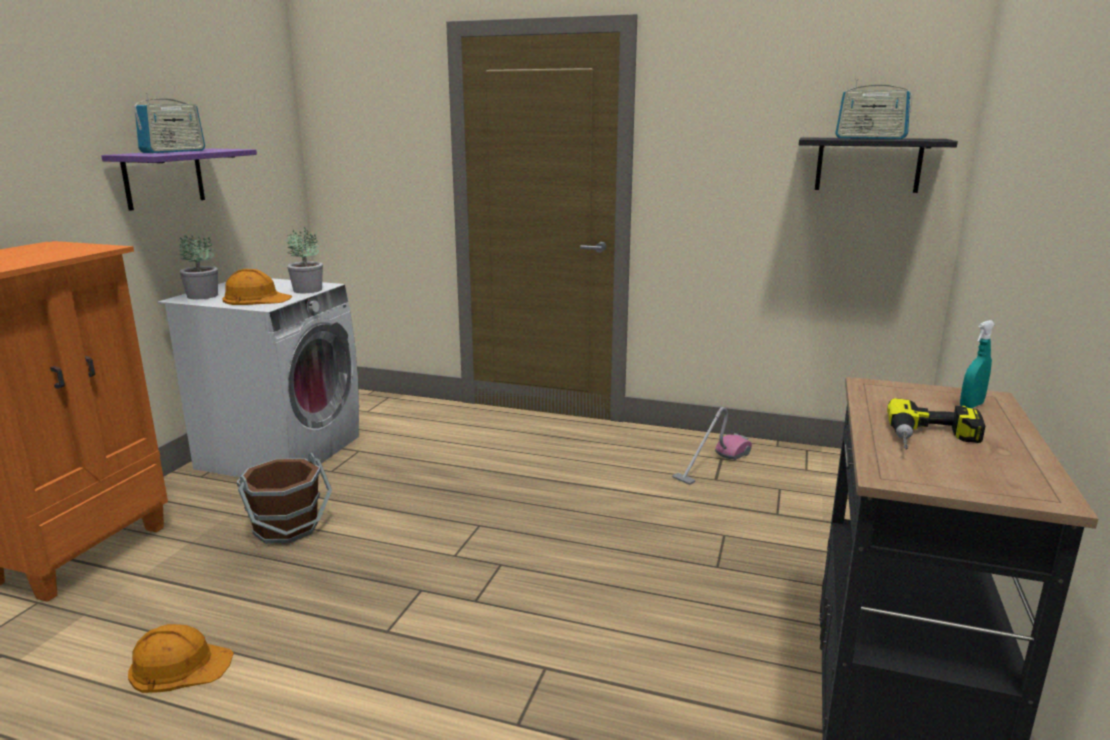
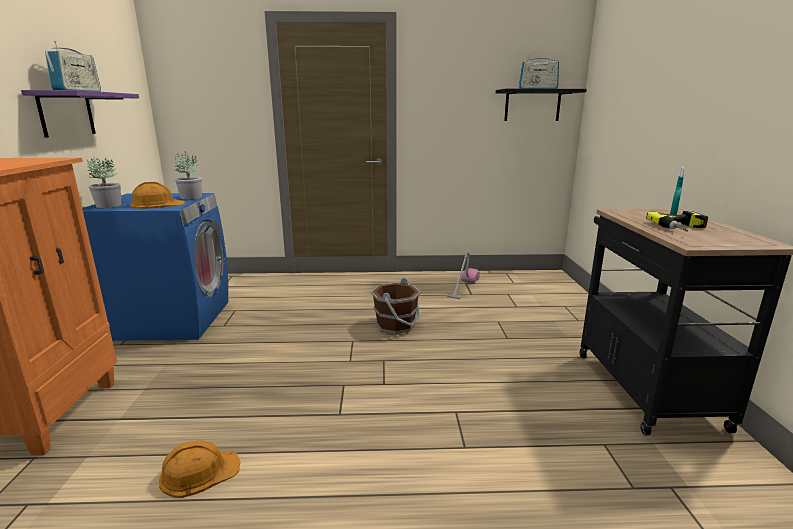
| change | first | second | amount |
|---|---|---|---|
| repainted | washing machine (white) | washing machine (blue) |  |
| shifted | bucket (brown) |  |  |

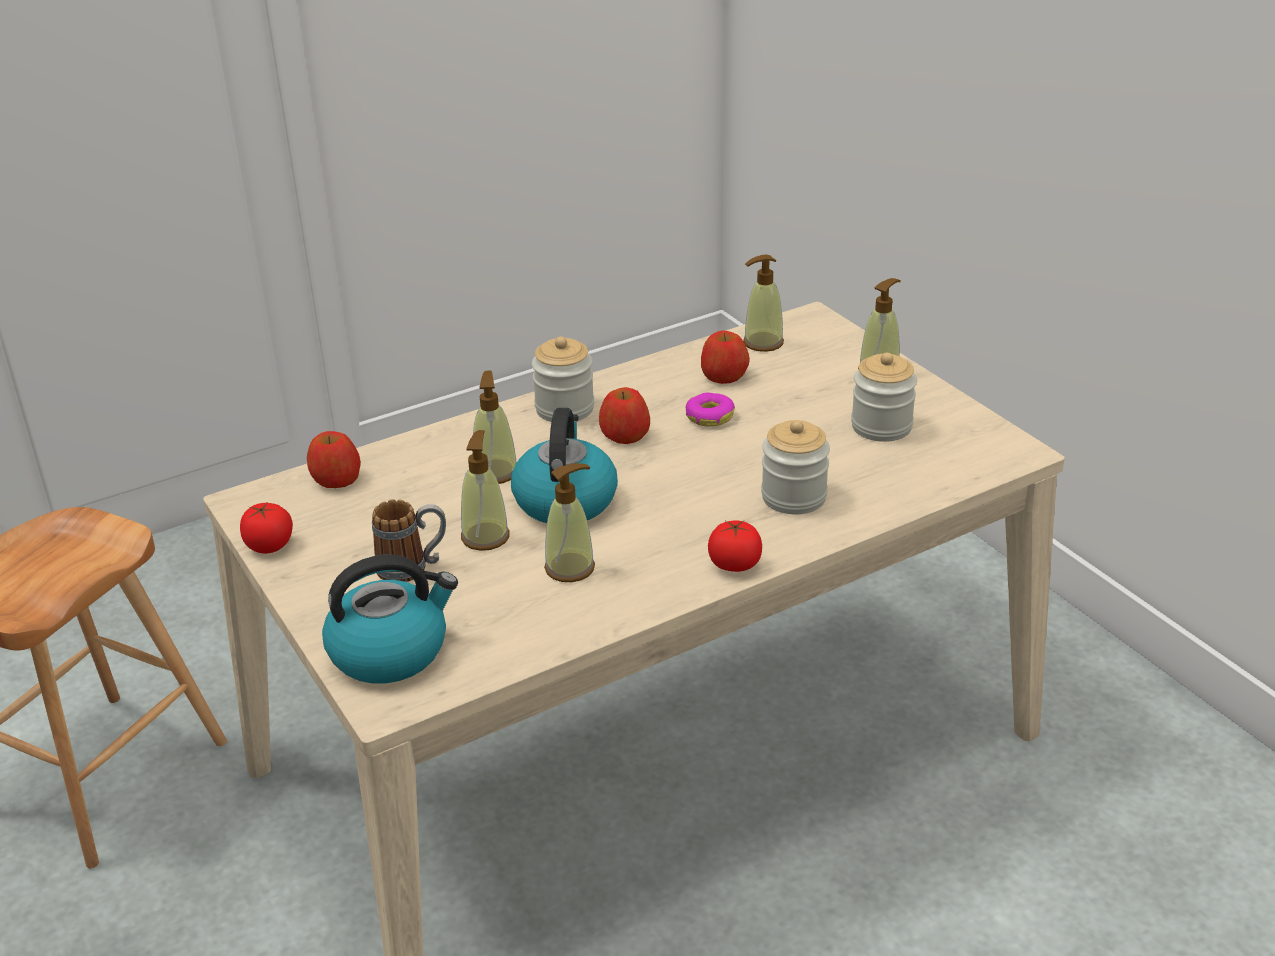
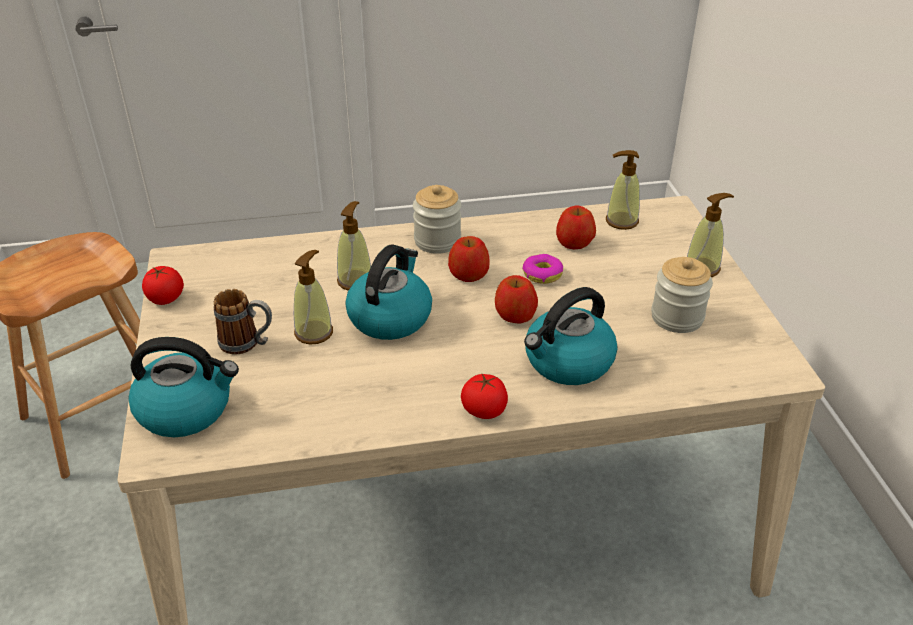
| change | first | second | amount |
|---|---|---|---|
| shifted | apple (no. 1 from left in the first image) | apple (no. 2 from left) |  |
| swapped | jar (no. 2 from left) | kettle (no. 3 from left) |  |
| gone | soap dispenser (no. 3 from left) |  |  |

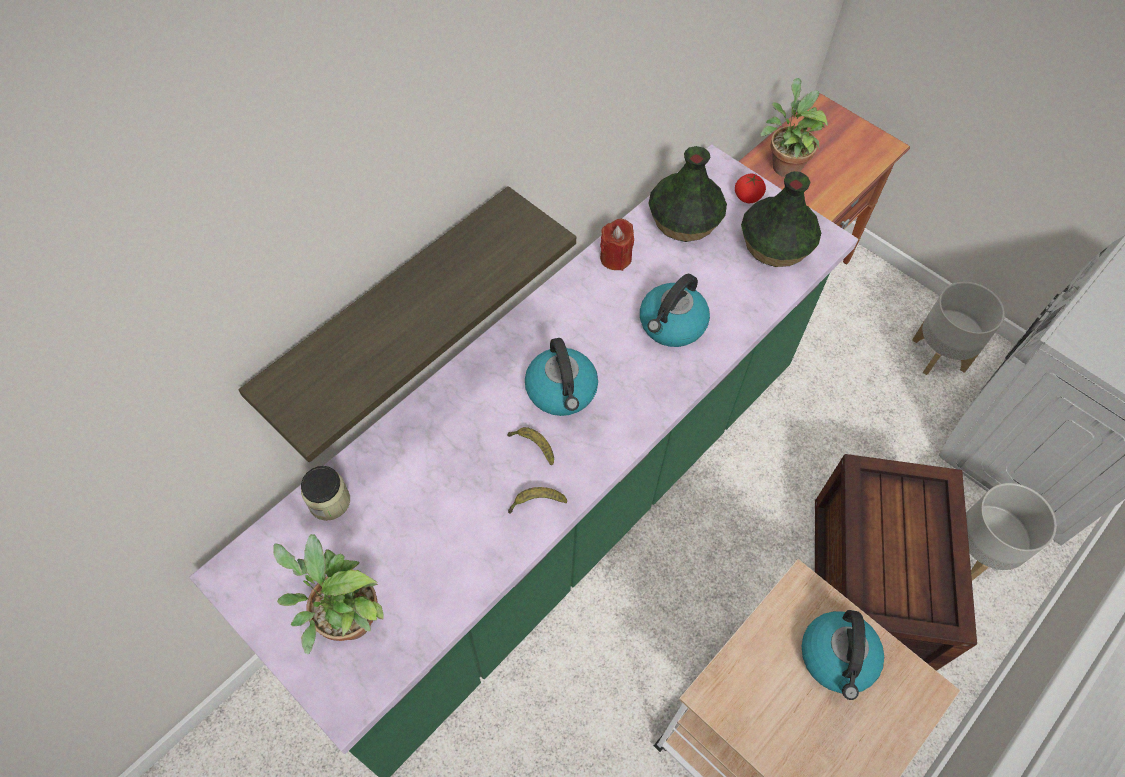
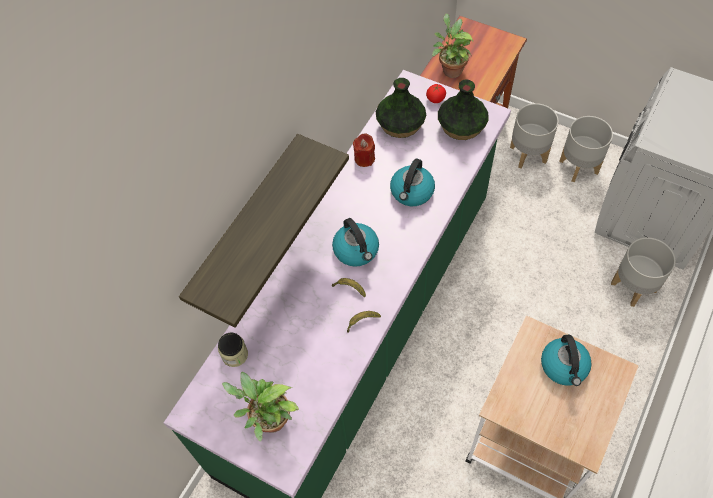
| change | first | second | amount |
|---|---|---|---|
| new |  | planter (grey) (no. 1 from left) |  |
| gone | crate |  |  |

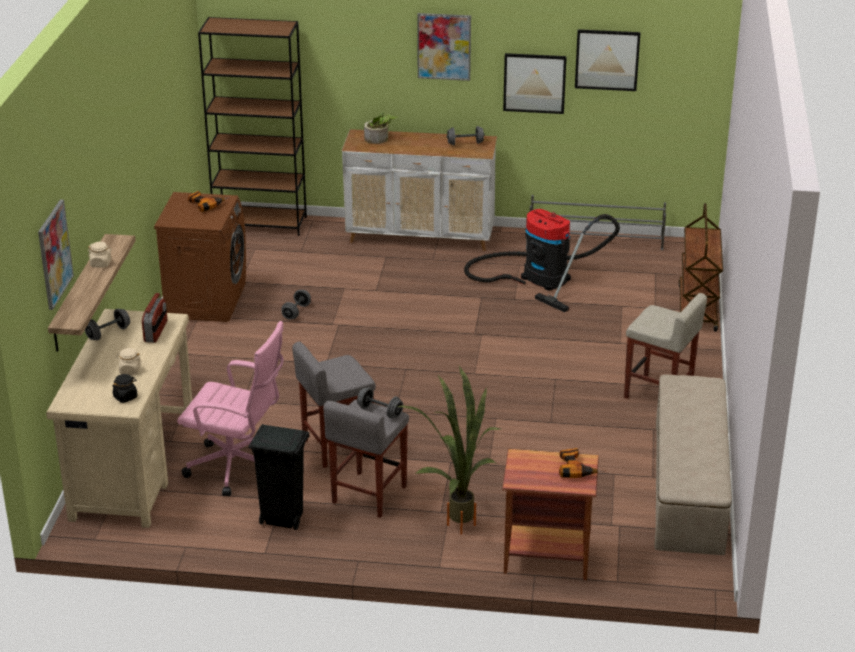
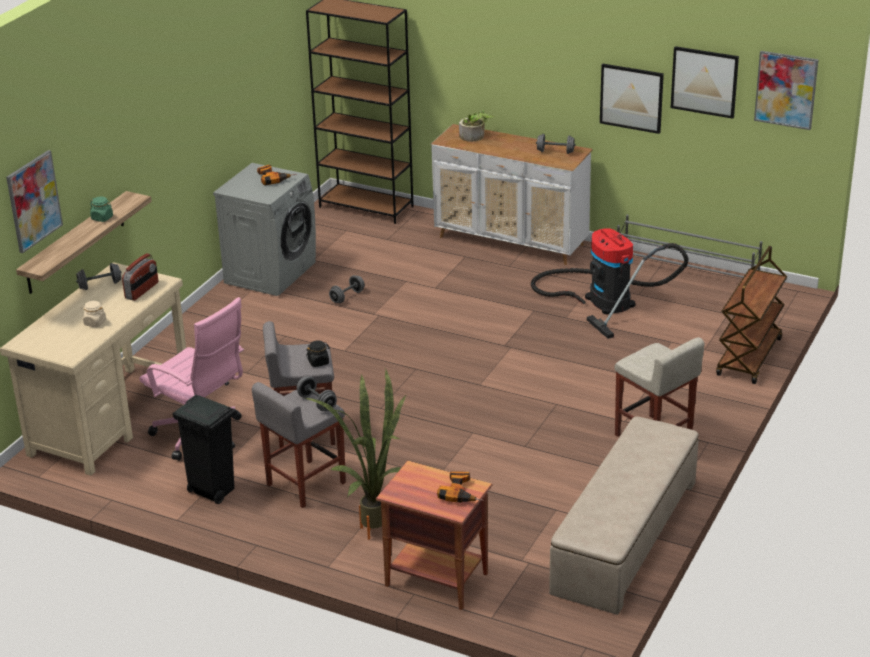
| change | first | second | amount |
|---|---|---|---|
| repainted | jar (beige) (no. 1 from left) | jar (green) |  |
| repainted | washing machine (brown) | washing machine (grey) |  |
| shifted | jar (black) |  |  |
| shifted | picture (no. 2 from left in the first image) | picture (no. 4 from left) |  |

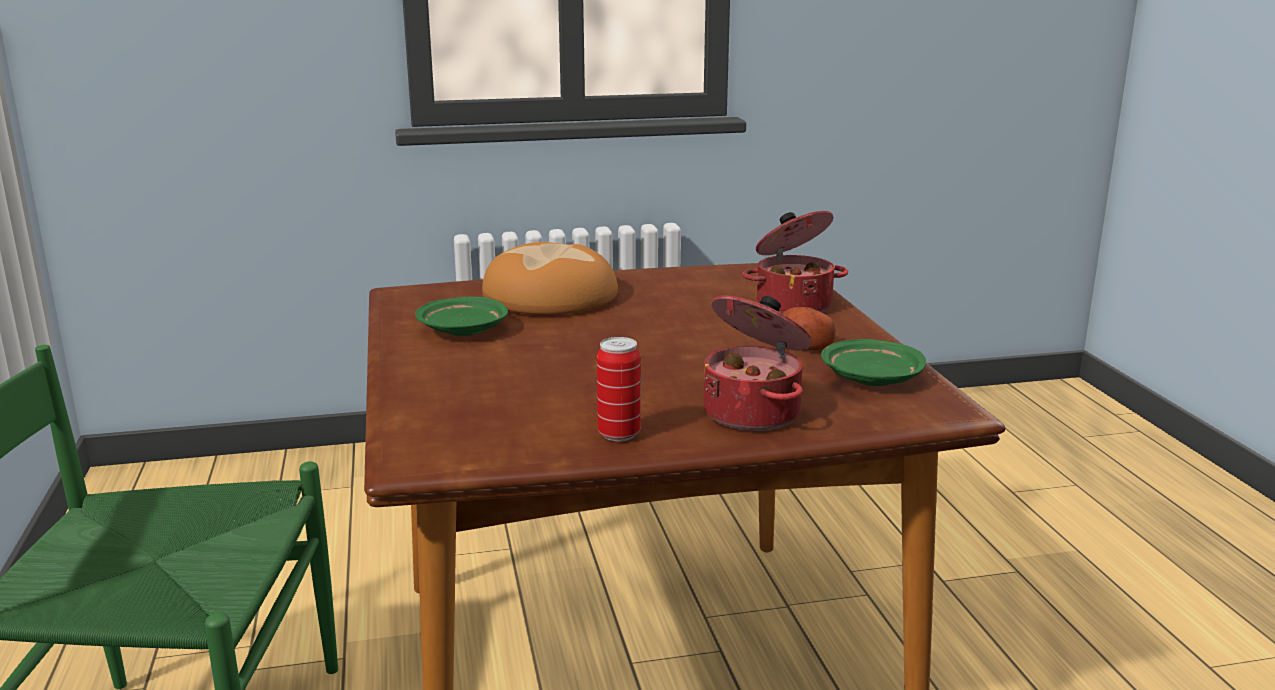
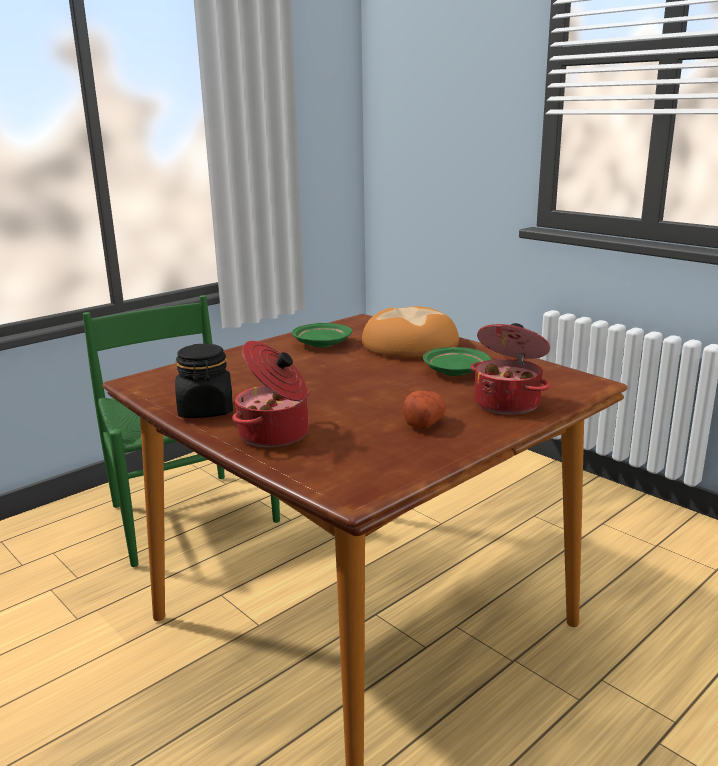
| change | first | second | amount |
|---|---|---|---|
| swapped | can | jar (black) |  |
| shifted | plate (green) (no. 2 from left) |  |  |

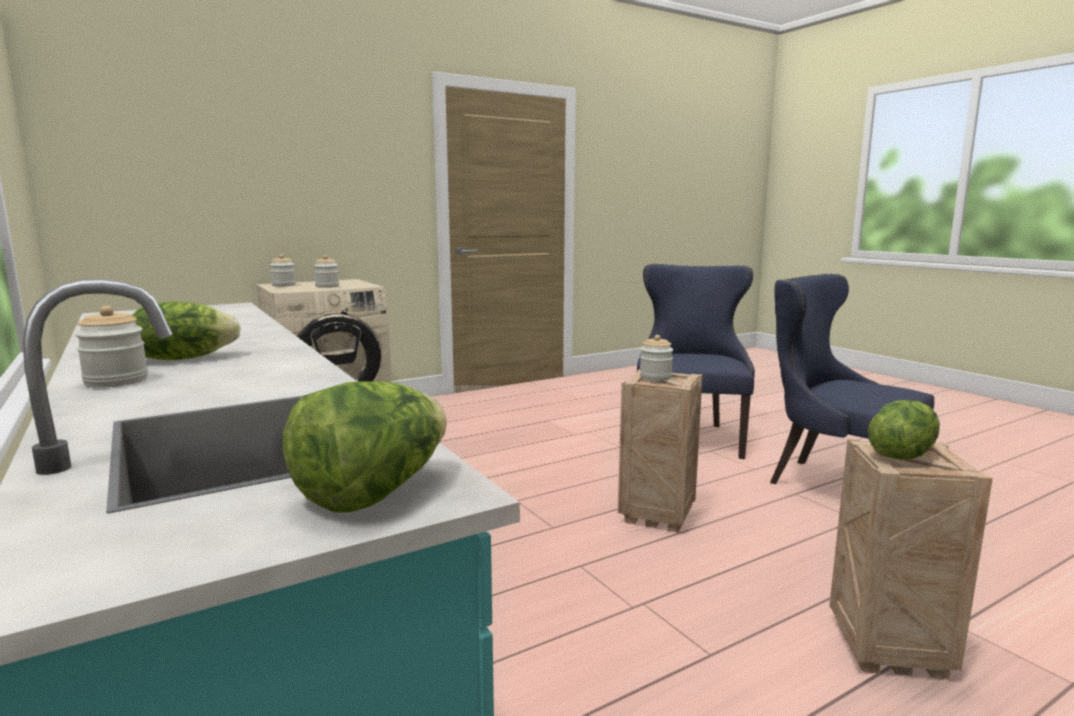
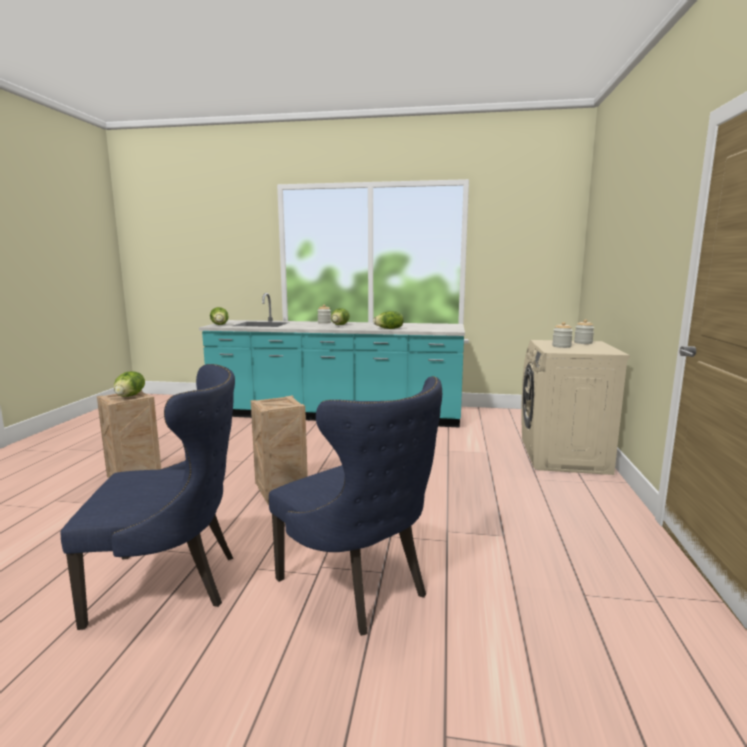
| change | first | second | amount |
|---|---|---|---|
| new |  | lettuce (no. 4 from left) |  |
| gone | jar (no. 4 from left) |  |  |

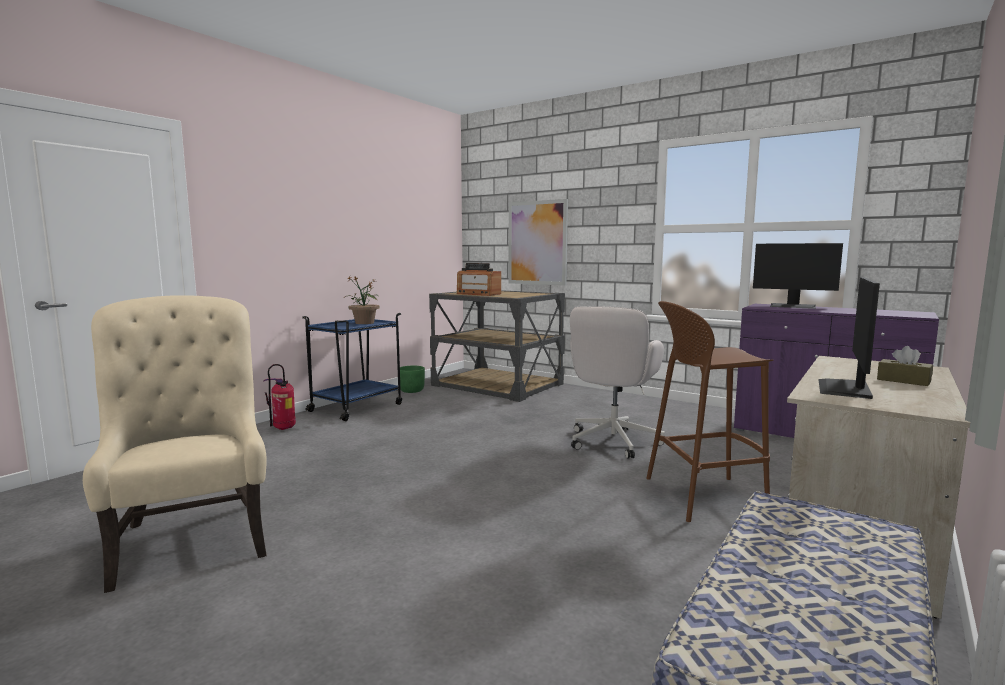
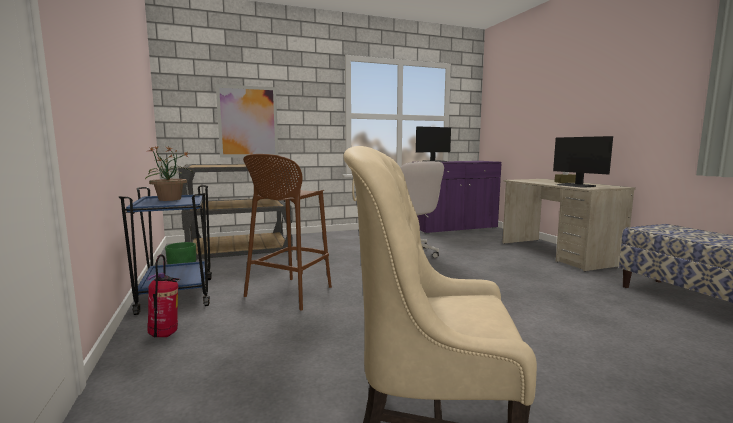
| change | first | second | amount |
|---|---|---|---|
| shifted | stool (brown) |  |  |
| gone | radio |  |  |

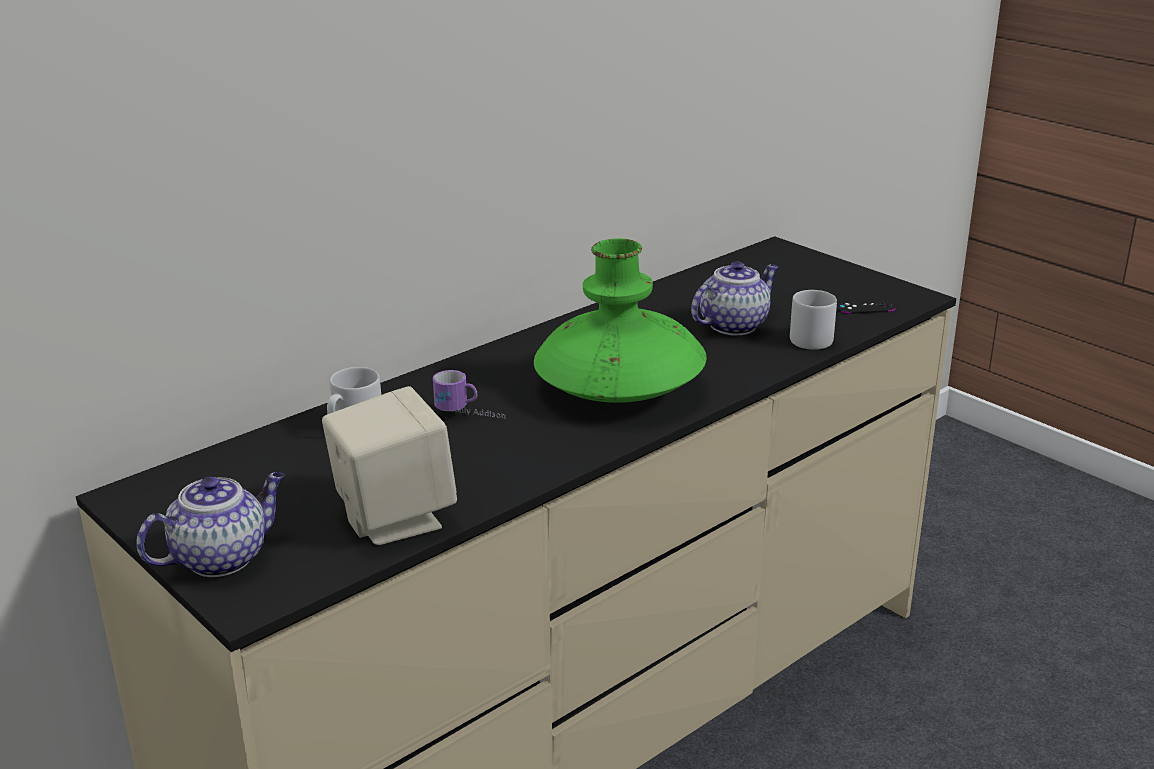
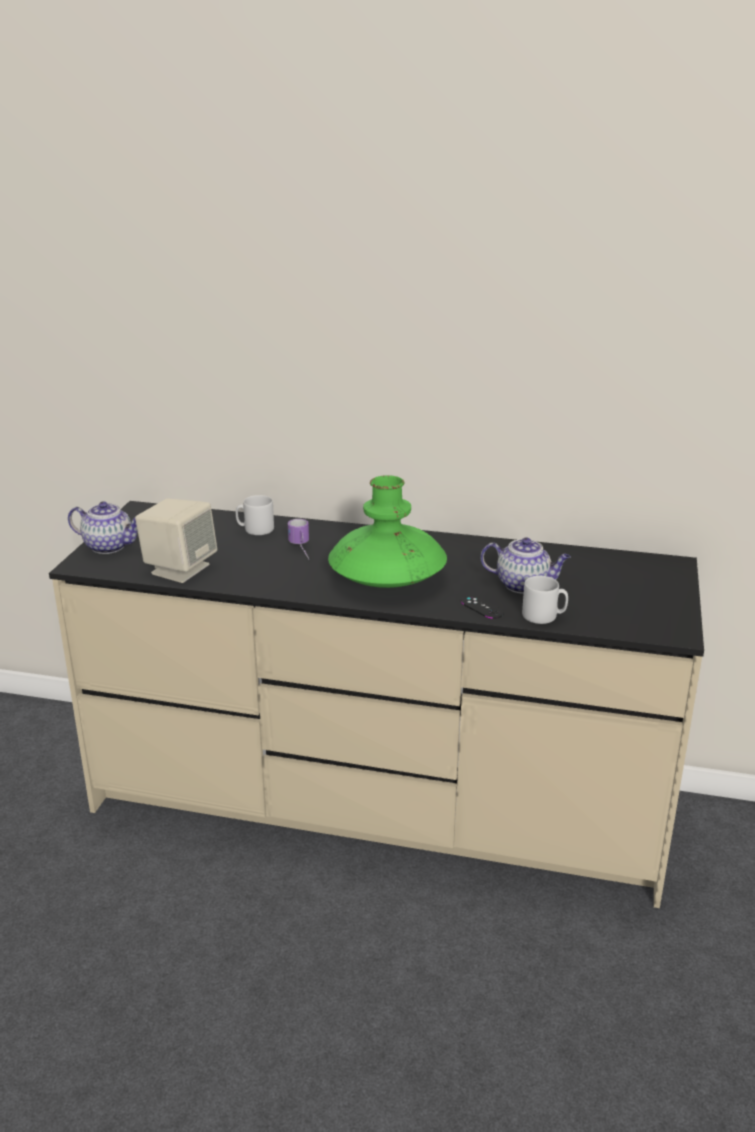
| change | first | second | amount |
|---|---|---|---|
| shifted | game controller (black) |  |  |

